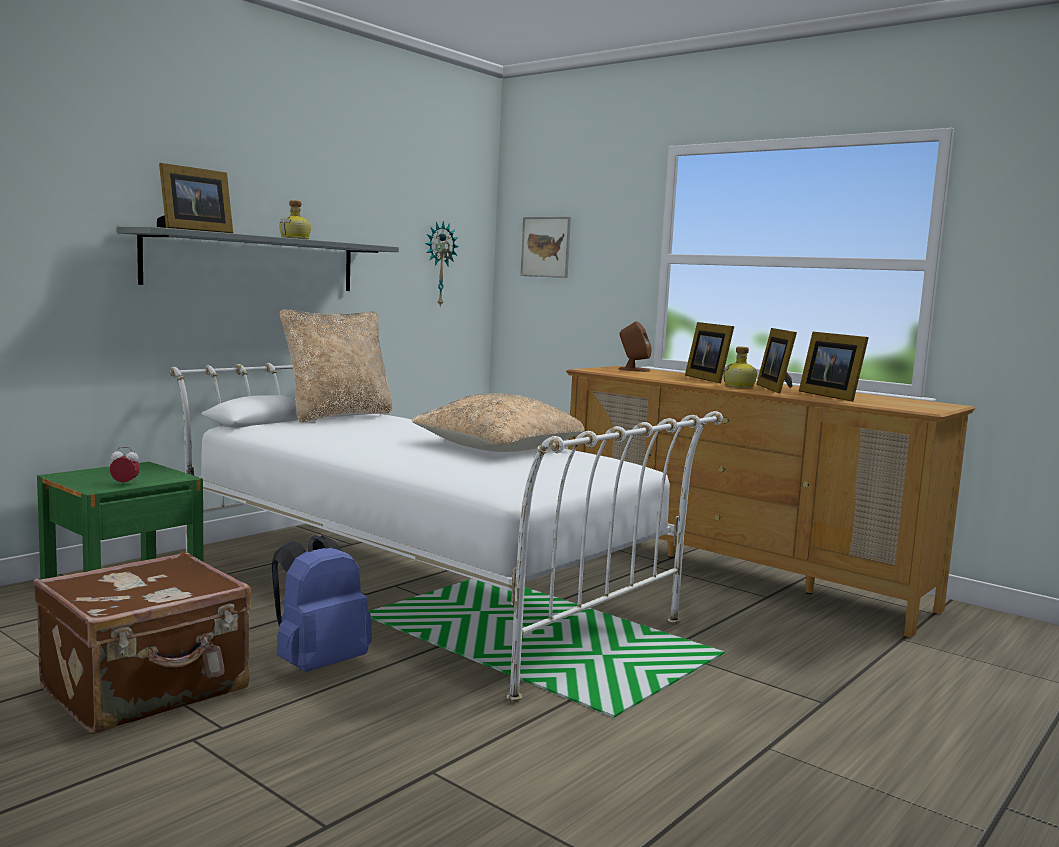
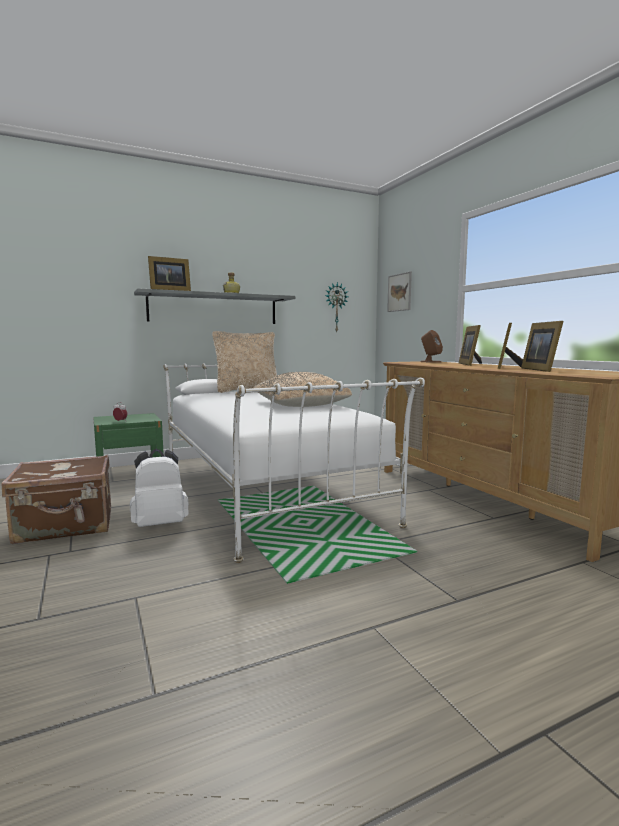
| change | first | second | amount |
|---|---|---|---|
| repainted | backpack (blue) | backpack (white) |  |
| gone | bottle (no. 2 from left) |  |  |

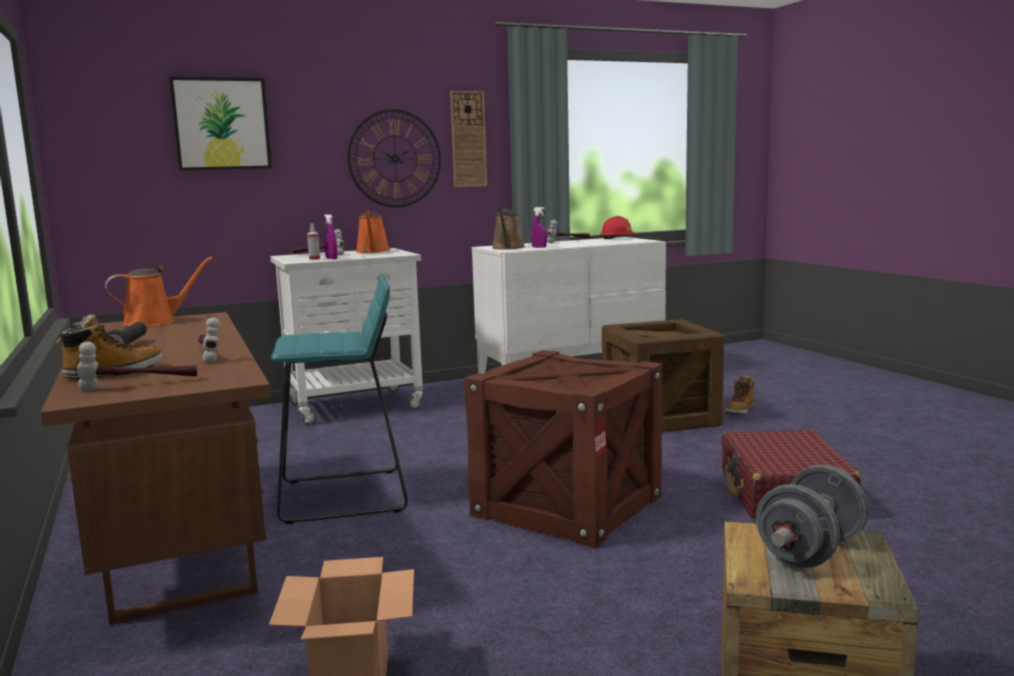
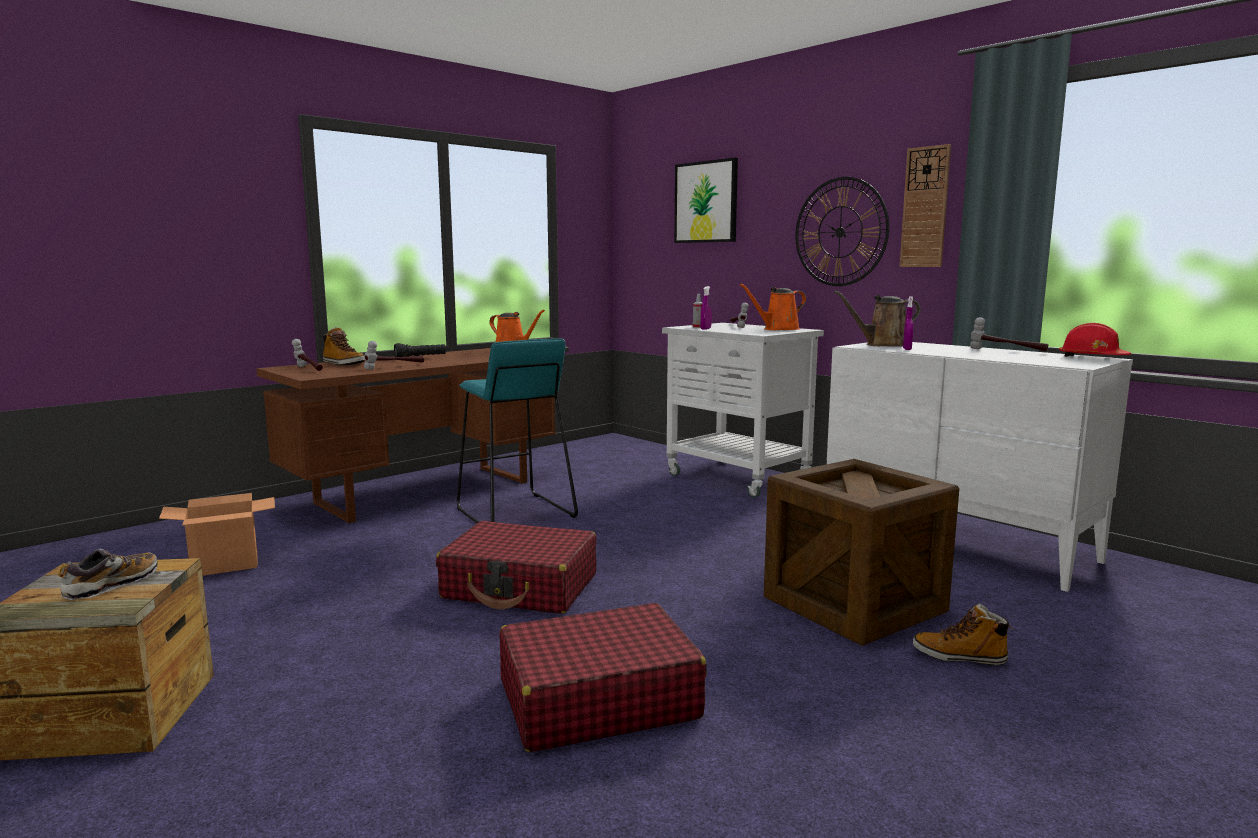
| change | first | second | amount |
|---|---|---|---|
| swapped | dumbbell (grey) | shoe |  |
| swapped | crate (no. 1 from left) | suitcase (red) (no. 1 from left) |  |

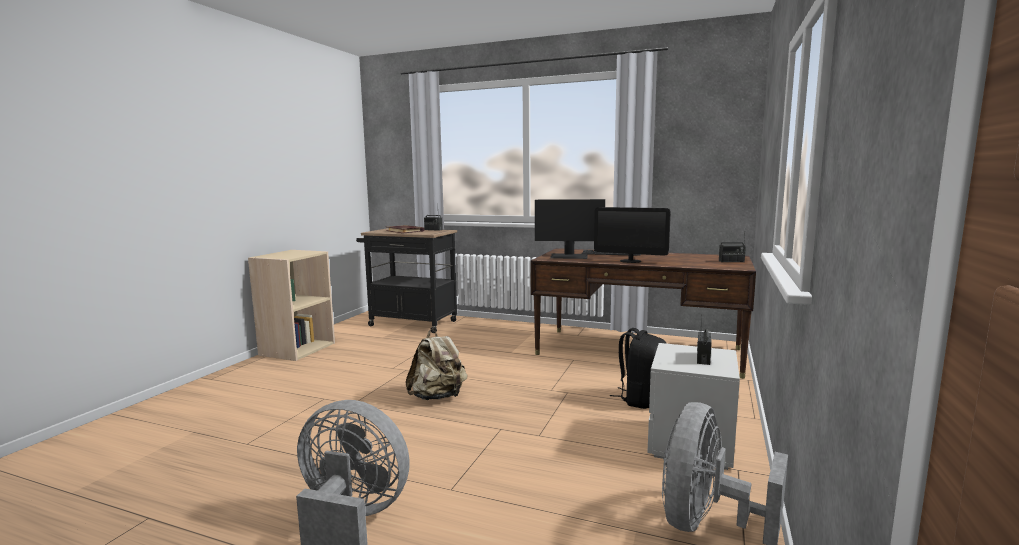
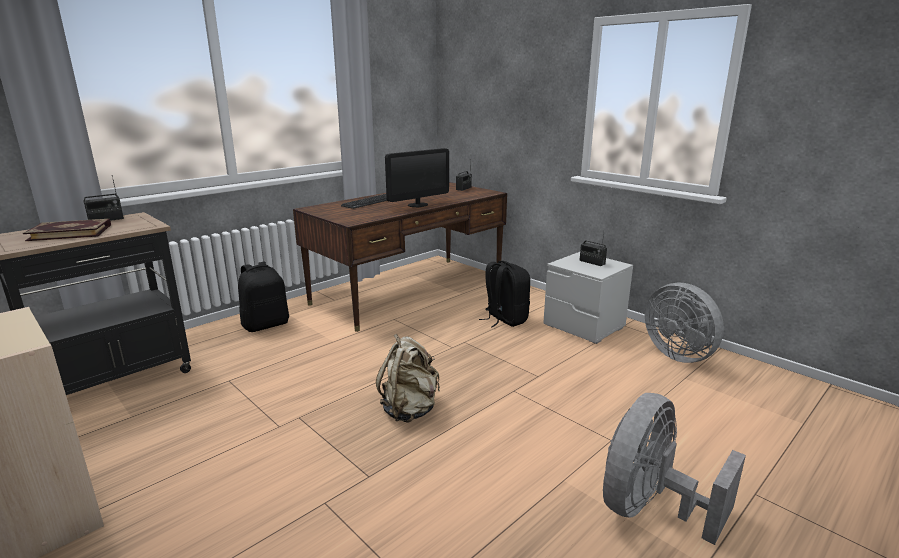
| change | first | second | amount |
|---|---|---|---|
| new |  | backpack (black) (no. 1 from left) |  |
| gone | monitor (no. 1 from left) |  |  |

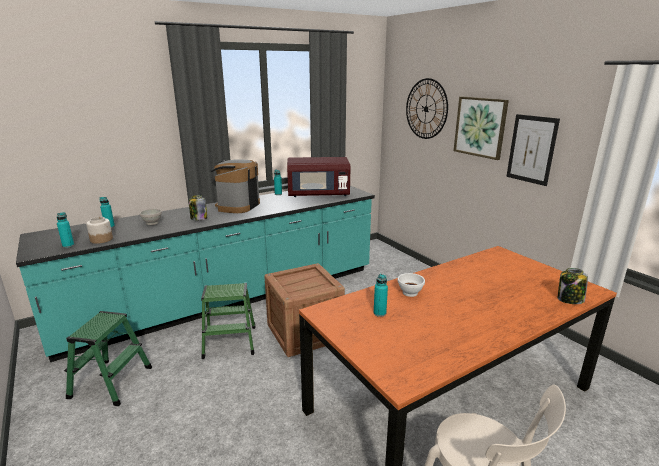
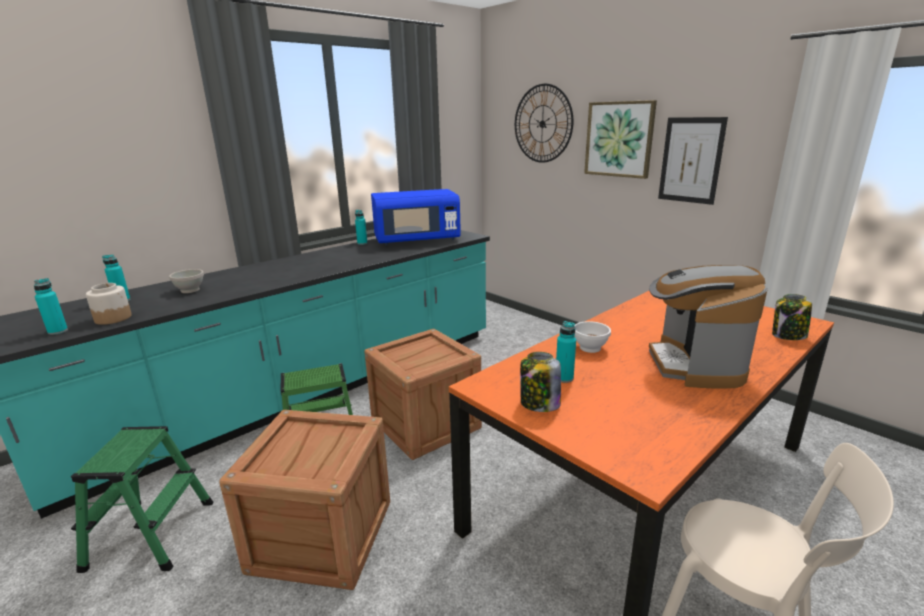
| change | first | second | amount |
|---|---|---|---|
| new |  | crate (no. 1 from left) |  |
| repainted | microwave (red) | microwave (blue) |  |
| shifted | jar (no. 2 from left) |  |  |
| shifted | coffee machine |  |  |

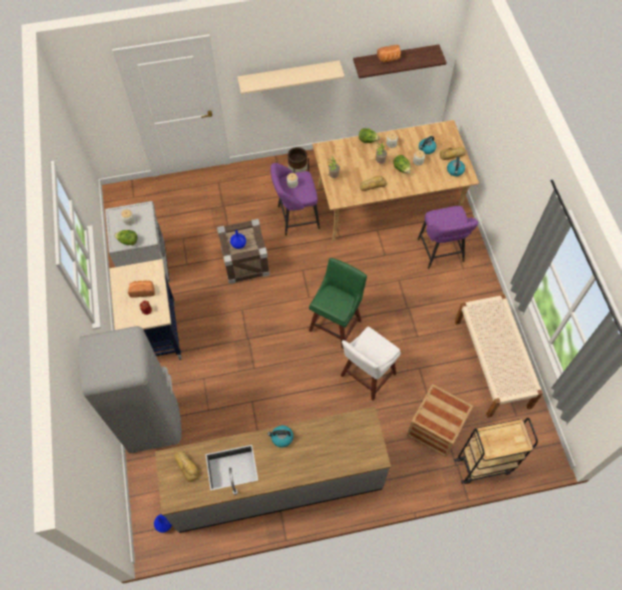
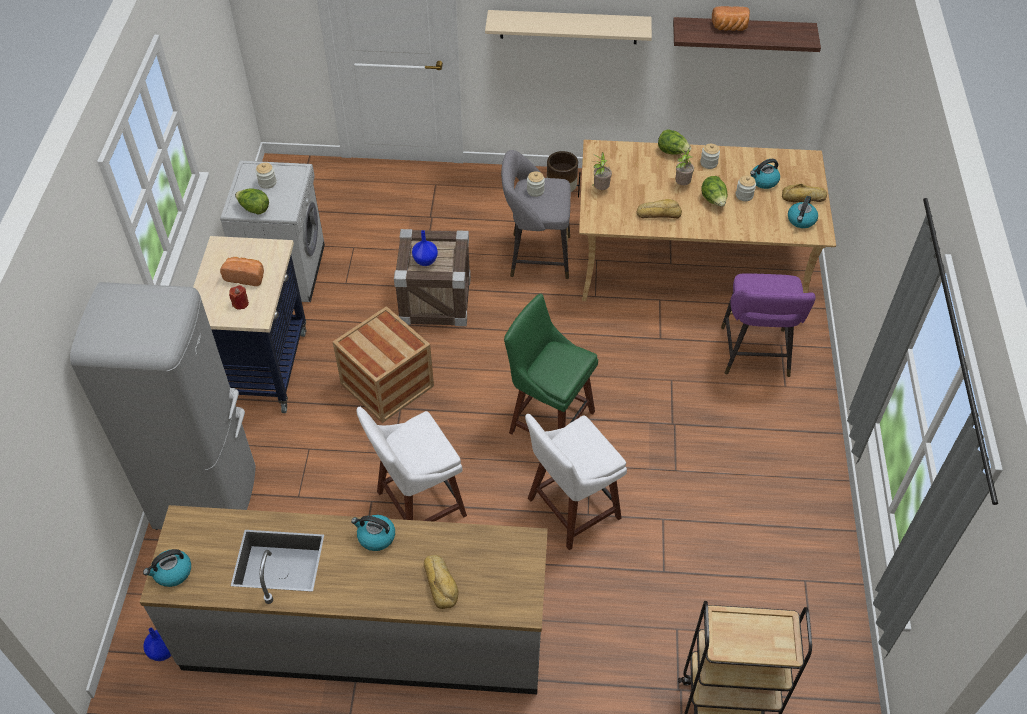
| change | first | second | amount |
|---|---|---|---|
| new |  | kettle (no. 1 from left) |  |
| shifted | crate (no. 2 from left in the first image) | crate (no. 1 from left) |  |
| new |  | chair (white) (no. 1 from left) |  |
| shifted | bread (no. 2 from left) |  |  |
| repainted | stool (purple) (no. 1 from left) | stool (grey) |  |
| rotated | chair (green) |  | 105 degrees counterclockwise |
| gone | bench (beige) |  |  |

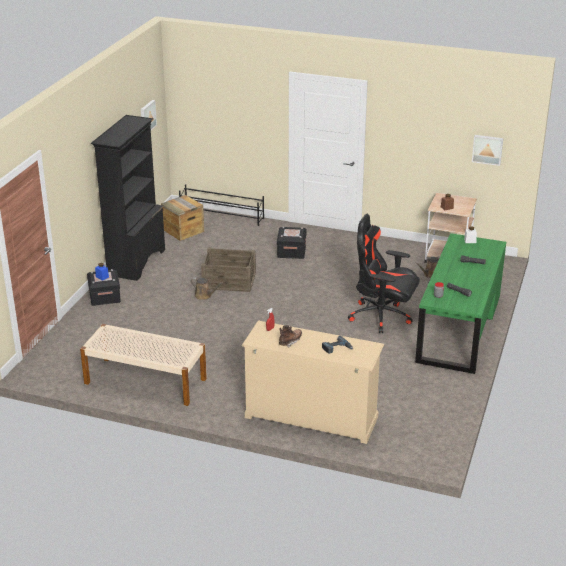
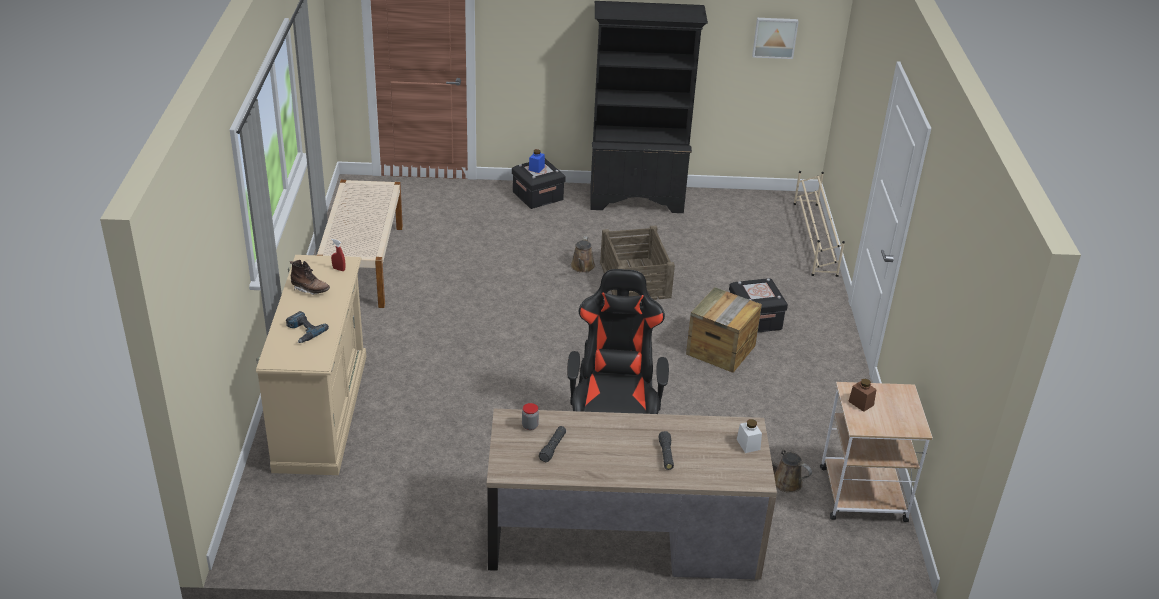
| change | first | second | amount |
|---|---|---|---|
| repainted | desk (green) | desk (brown) |  |
| shifted | crate (no. 1 from left in the first image) | crate (no. 2 from left) |  |
| repainted | shoe rack (black) | shoe rack (beige) |  |
| gone | picture (no. 2 from left) |  |  |

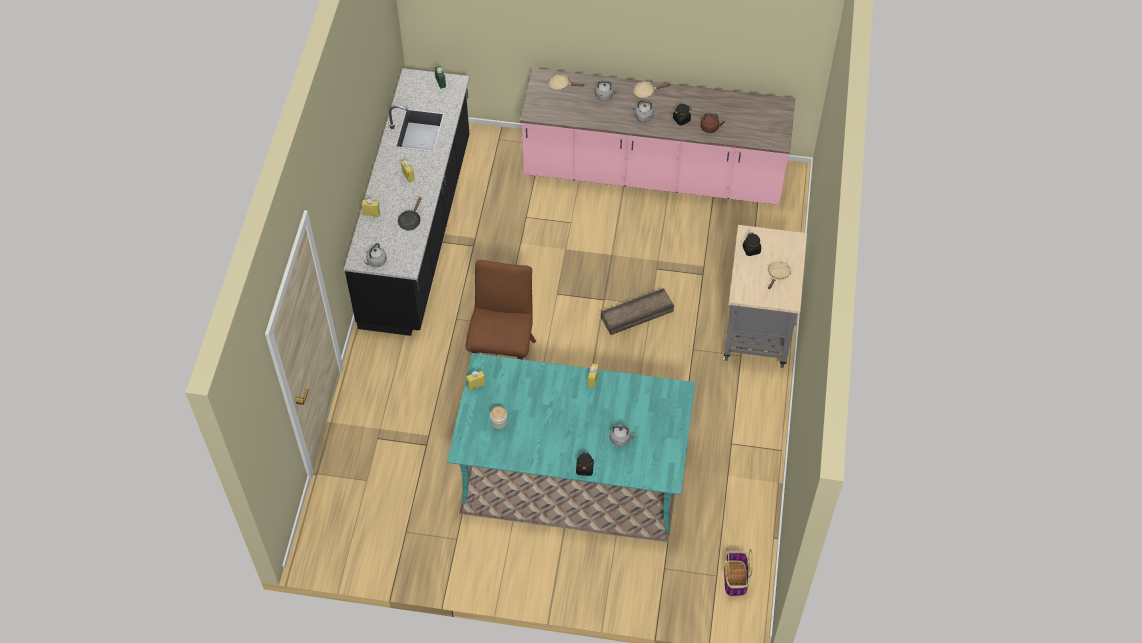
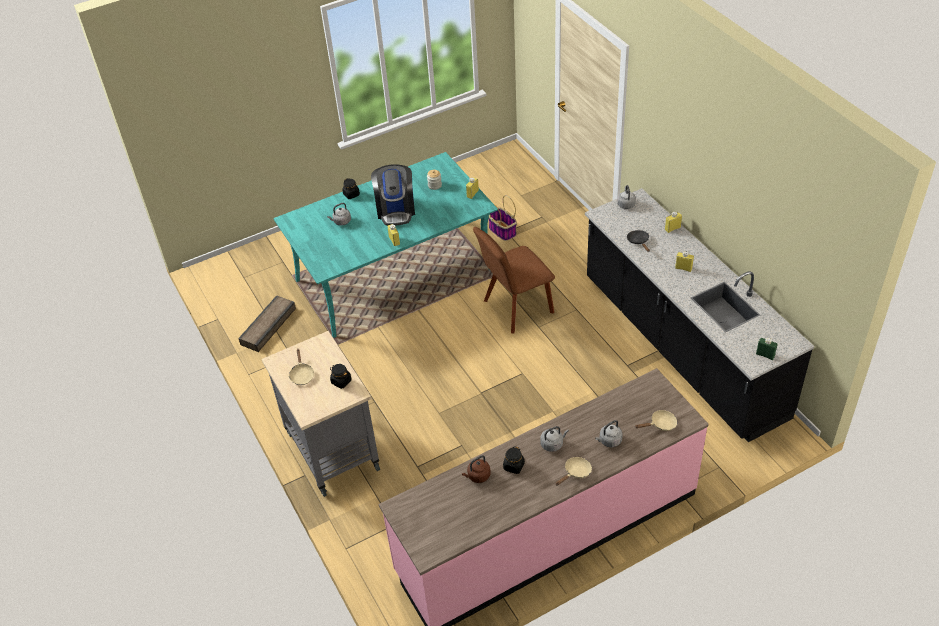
| change | first | second | amount |
|---|---|---|---|
| shifted | crate |  |  |
| new |  | coffee machine |  |
| rotated | chair (brown) |  | 90 degrees clockwise |
| shifted | basket |  |  |

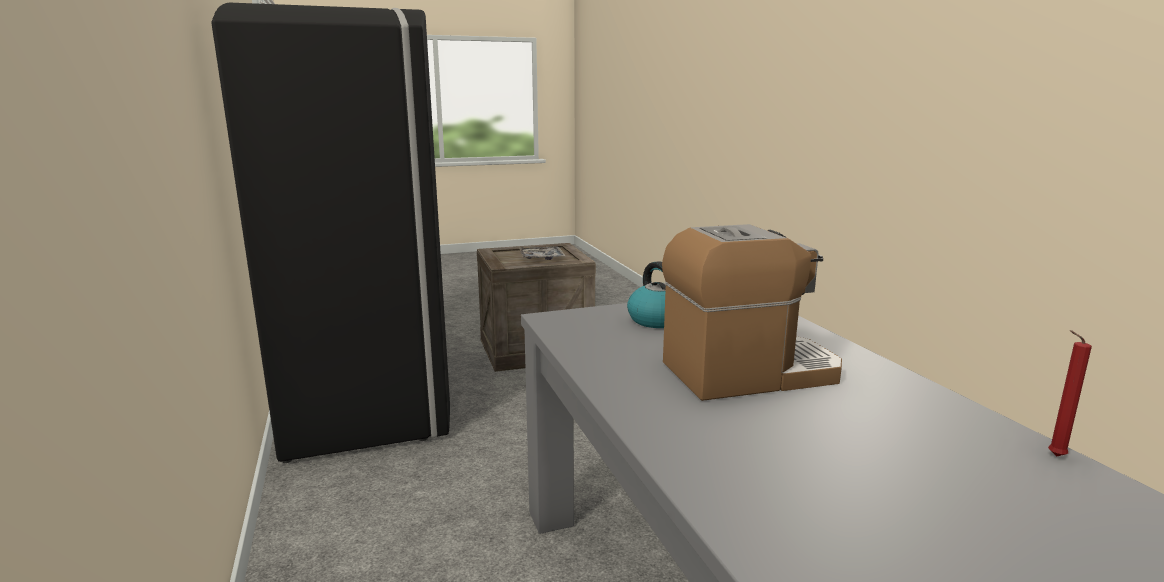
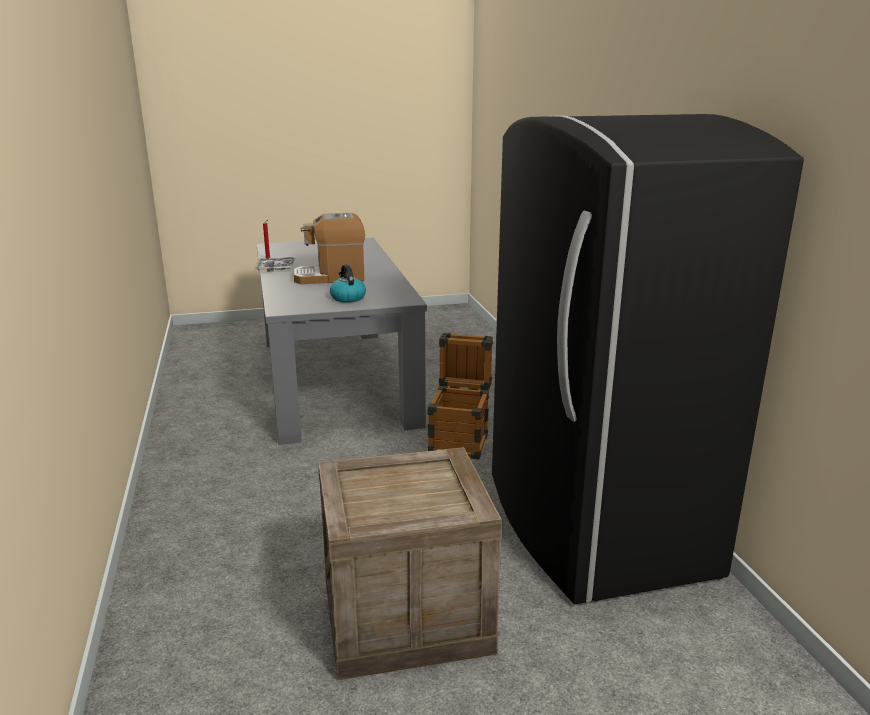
| change | first | second | amount |
|---|---|---|---|
| shifted | tray |  |  |
| new |  | crate (no. 2 from left) |  |

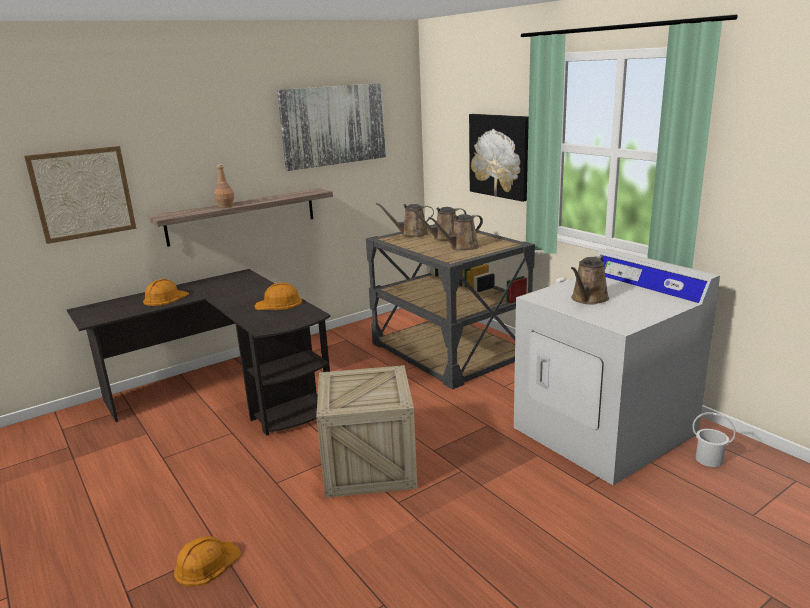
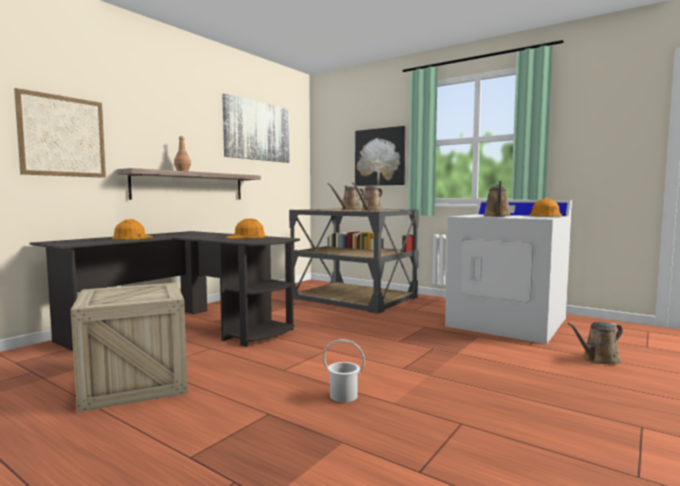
| change | first | second | amount |
|---|---|---|---|
| shifted | crate |  |  |
| shifted | bucket (white) |  |  |
| shifted | hard hat (orange) (no. 2 from left in the first image) | hard hat (orange) (no. 3 from left) |  |
| shifted | watering can (brown) (no. 1 from left in the first image) | watering can (brown) (no. 4 from left) |  |

